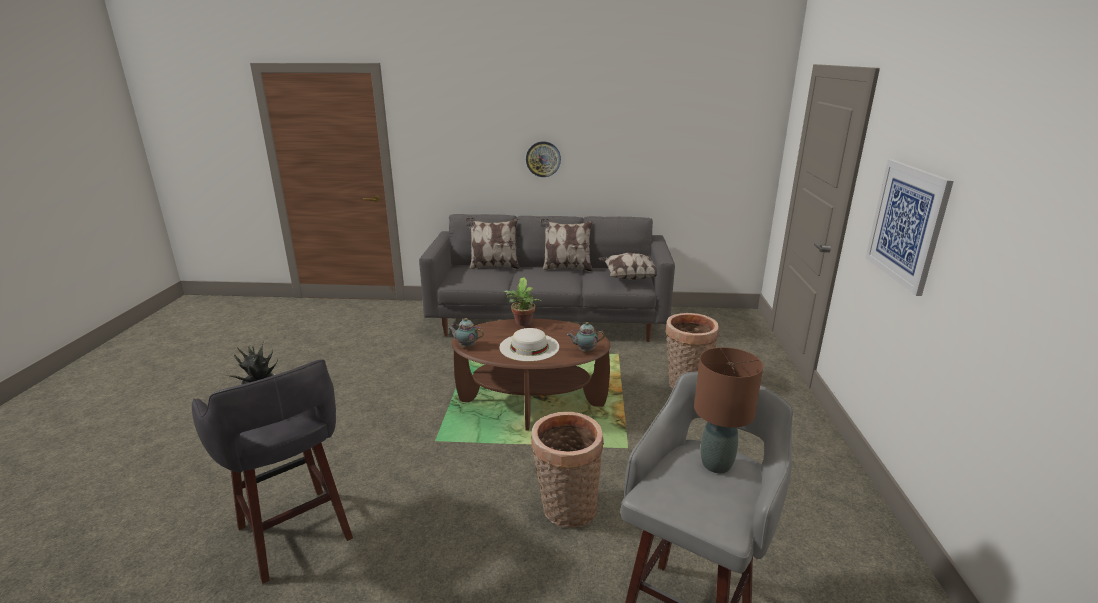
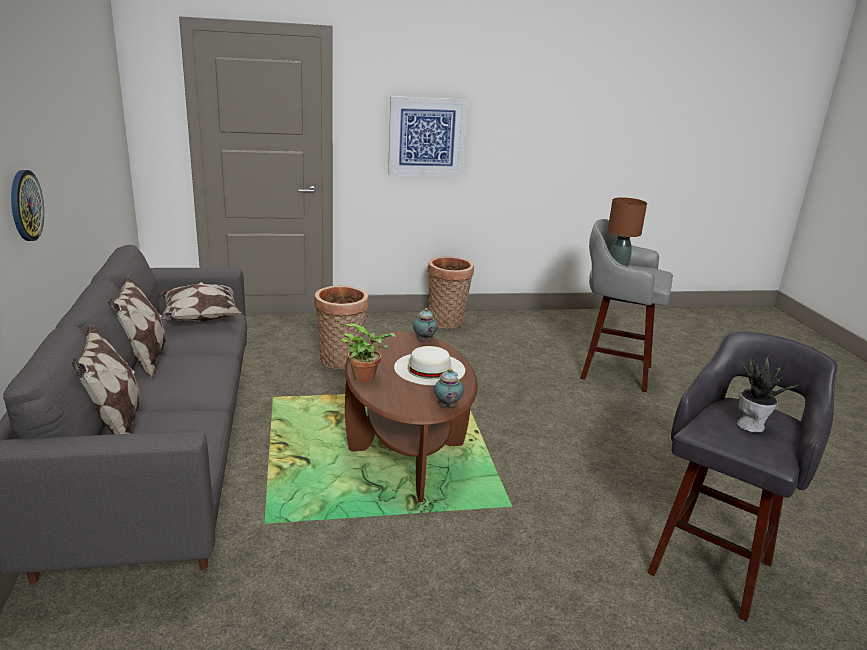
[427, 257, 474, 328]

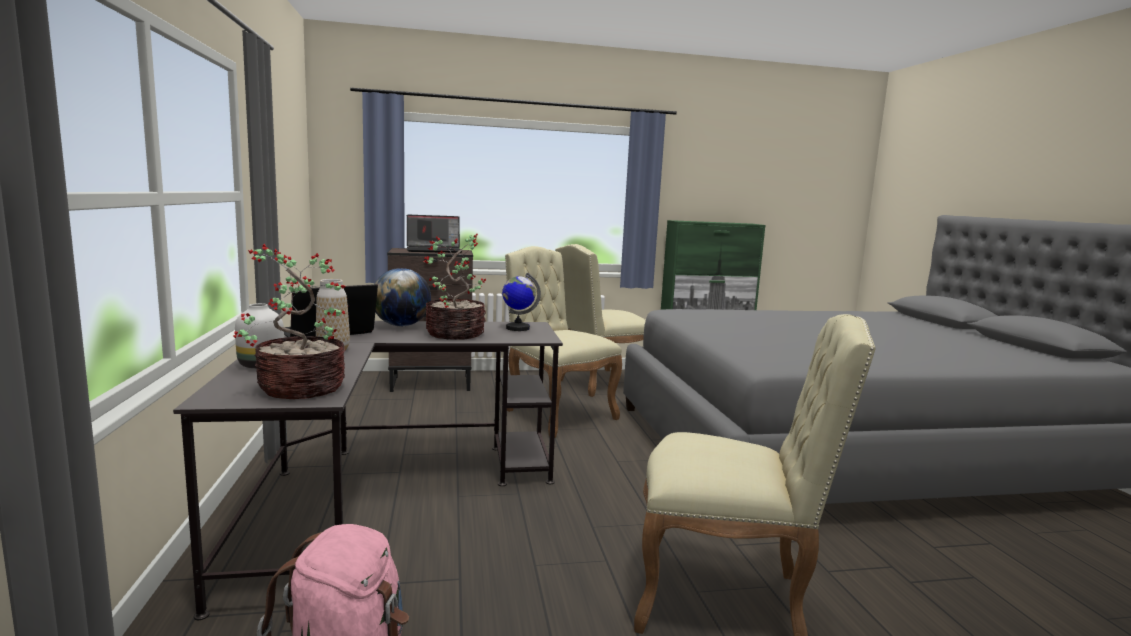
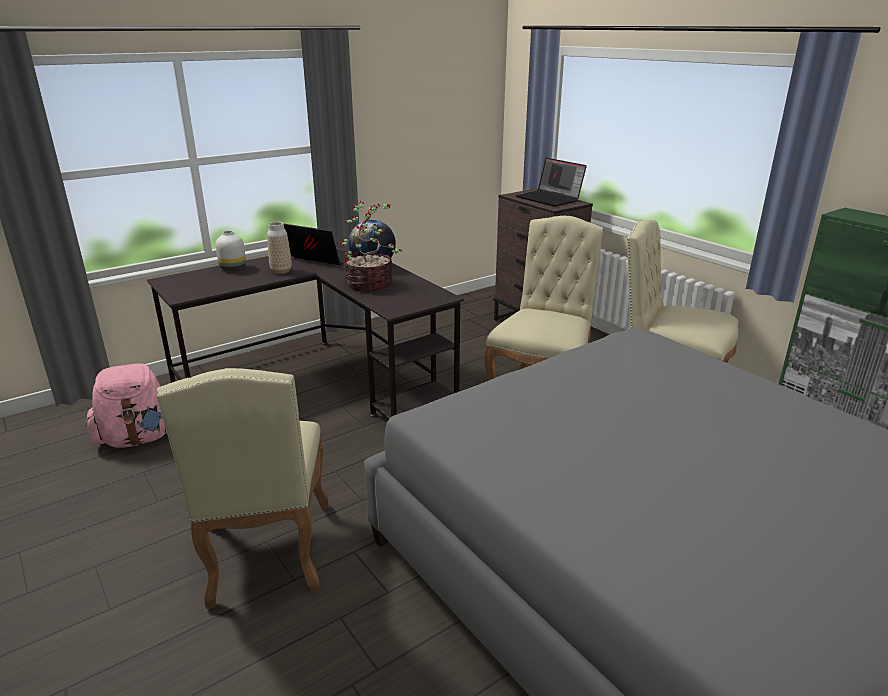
[233, 244, 346, 399] (first image)
[502, 273, 541, 331] (first image)

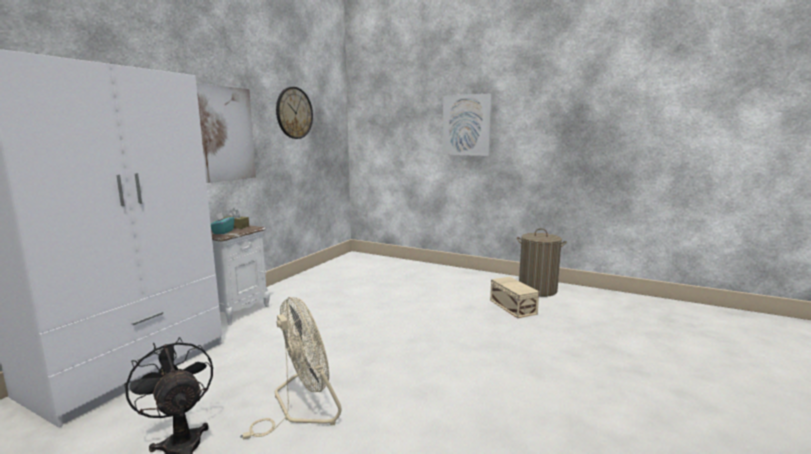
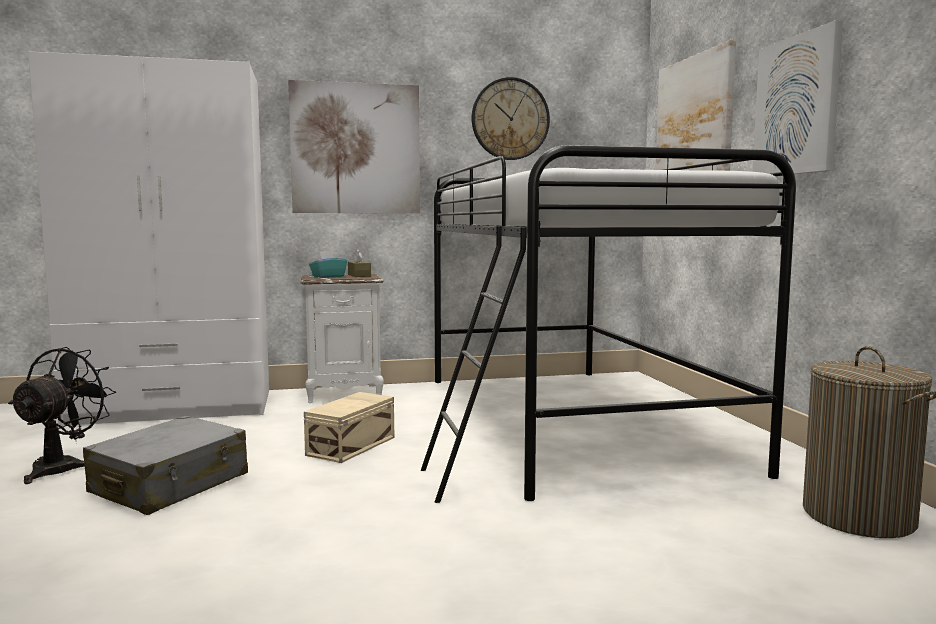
[83, 416, 248, 515]
[304, 392, 394, 463]
[421, 145, 796, 503]
[656, 40, 736, 171]

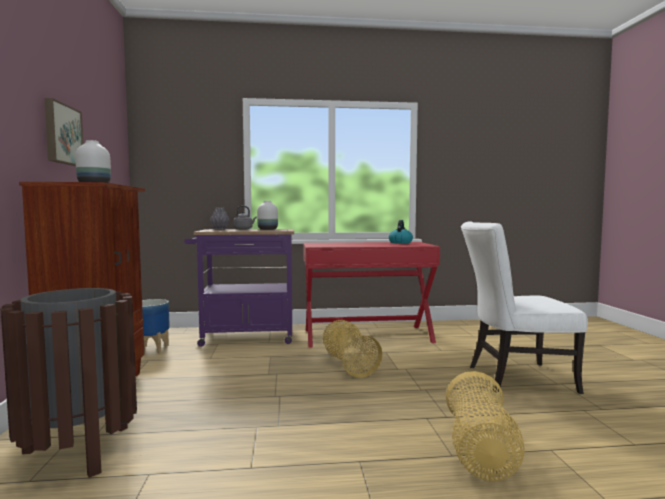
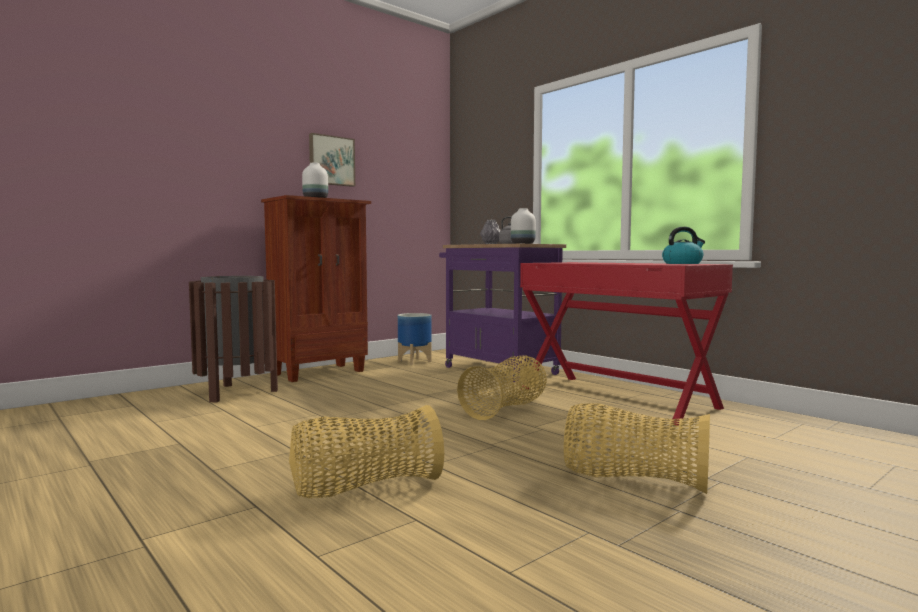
[564, 404, 710, 494]

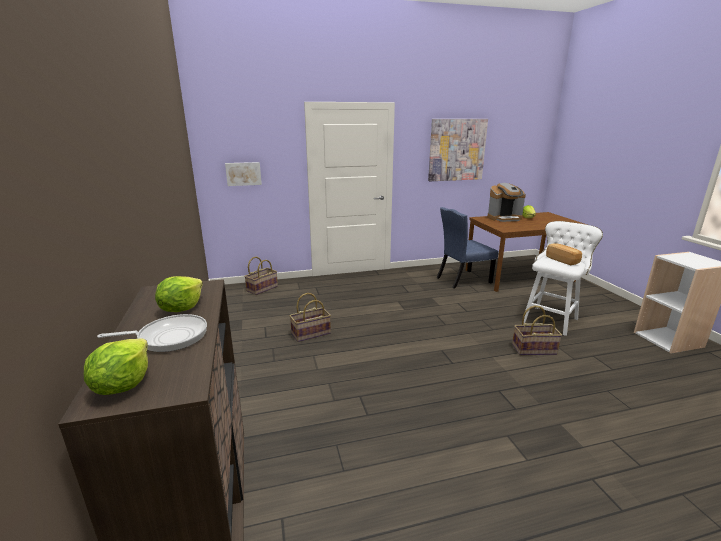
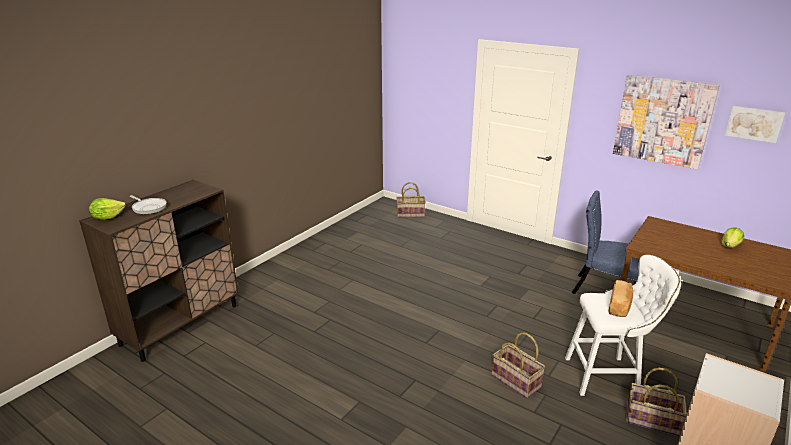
[626, 368, 687, 436]
[725, 106, 785, 143]
[155, 276, 203, 312] (first image)
[488, 183, 526, 222] (first image)

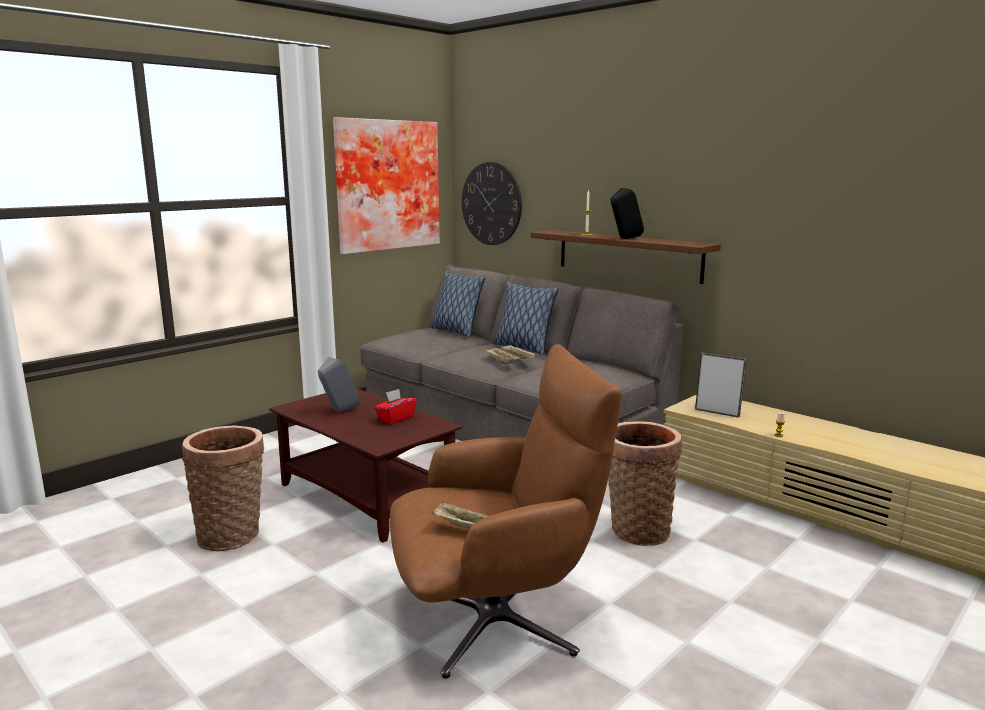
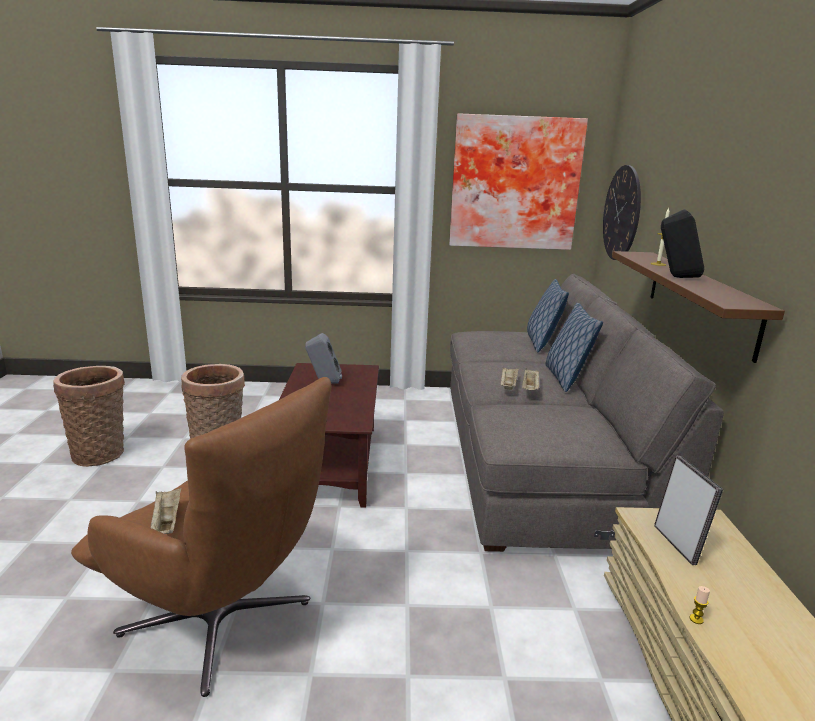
[53, 366, 125, 467]
[374, 389, 417, 424] (first image)

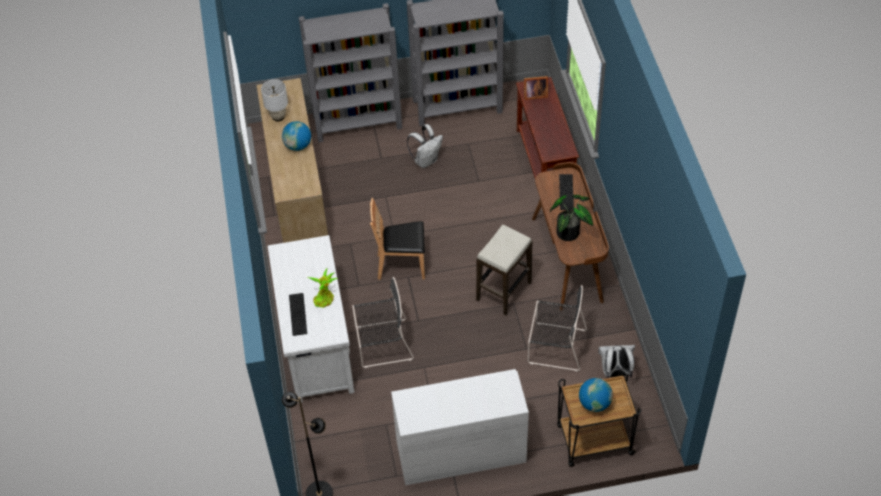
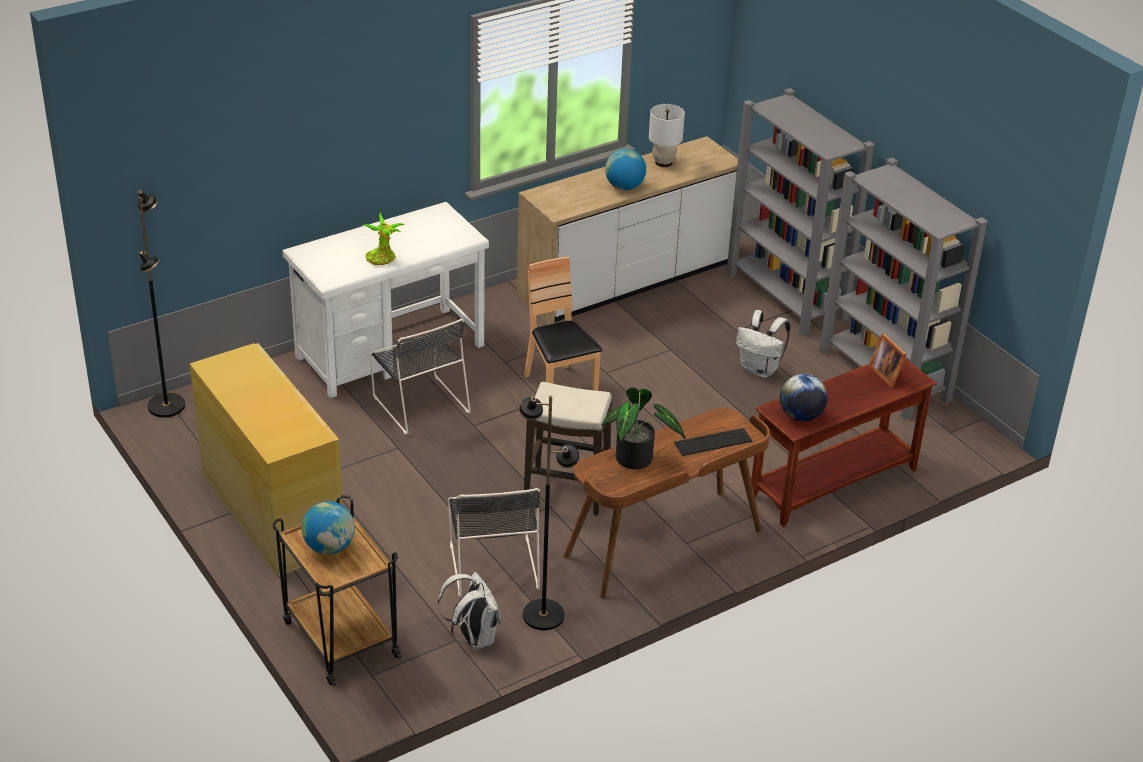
[190, 343, 343, 577]
[519, 395, 580, 630]
[780, 374, 828, 421]
[289, 293, 307, 336] (first image)

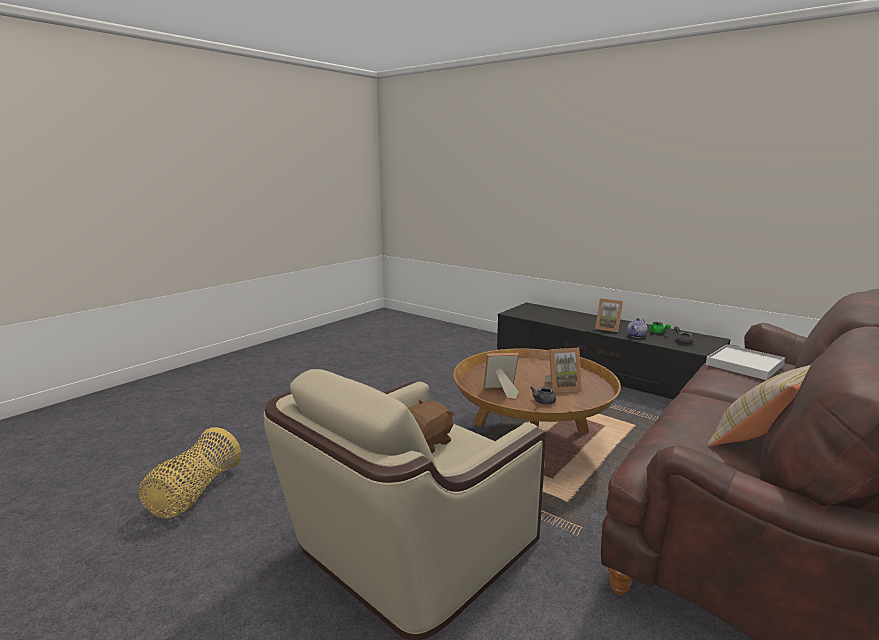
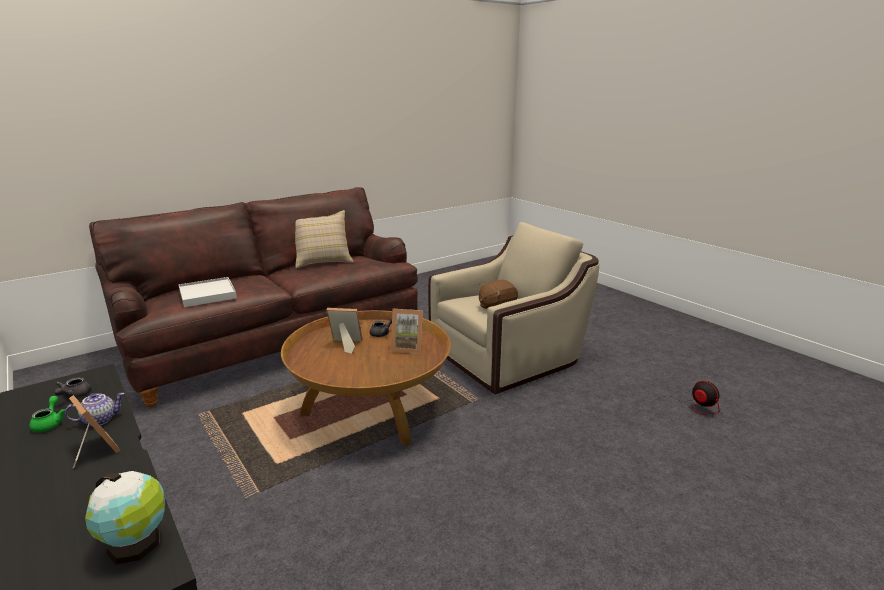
[85, 471, 165, 564]
[651, 381, 720, 420]

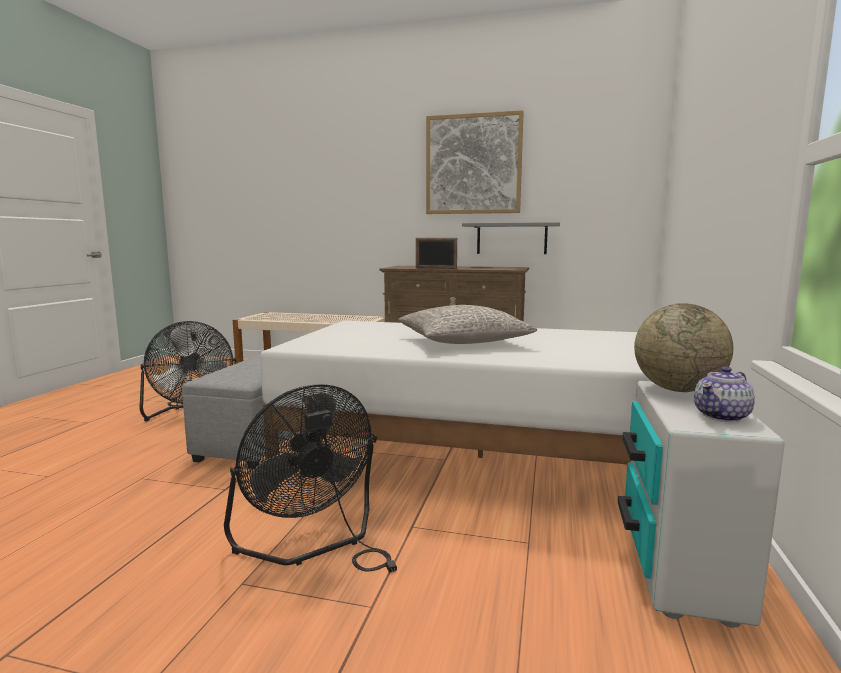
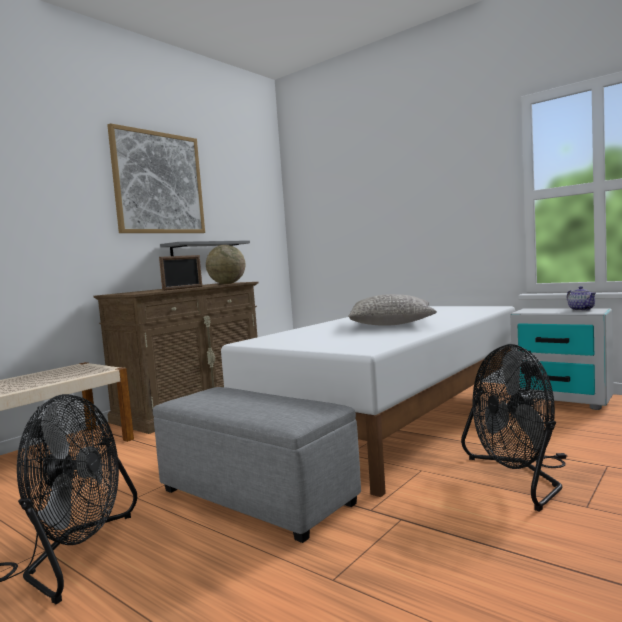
[206, 245, 245, 284]

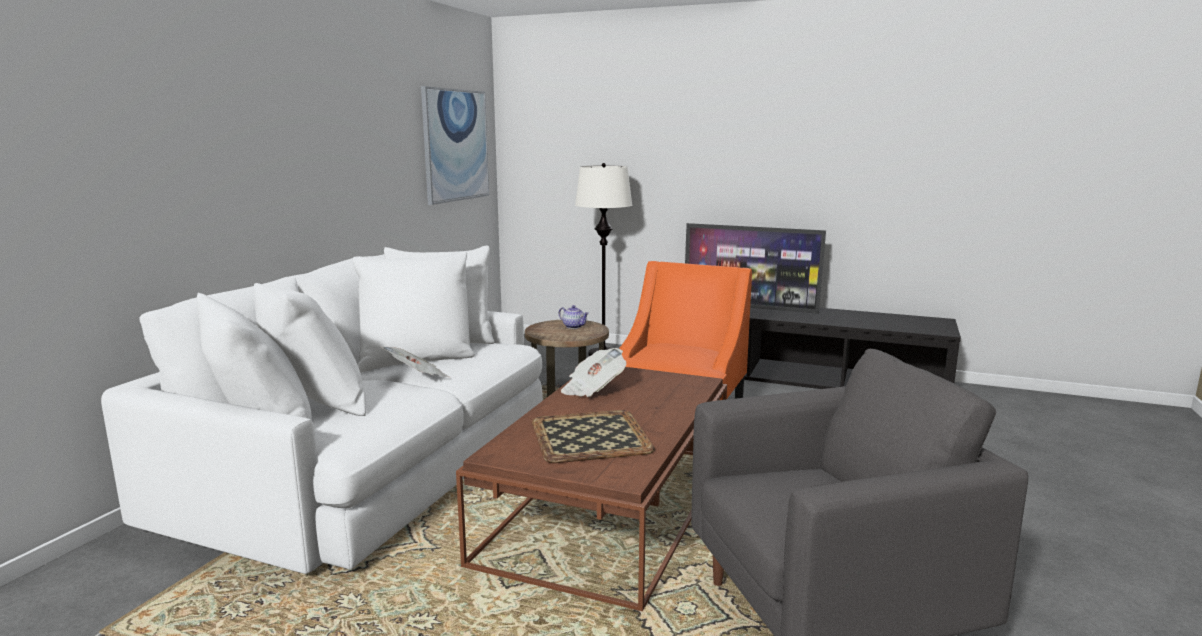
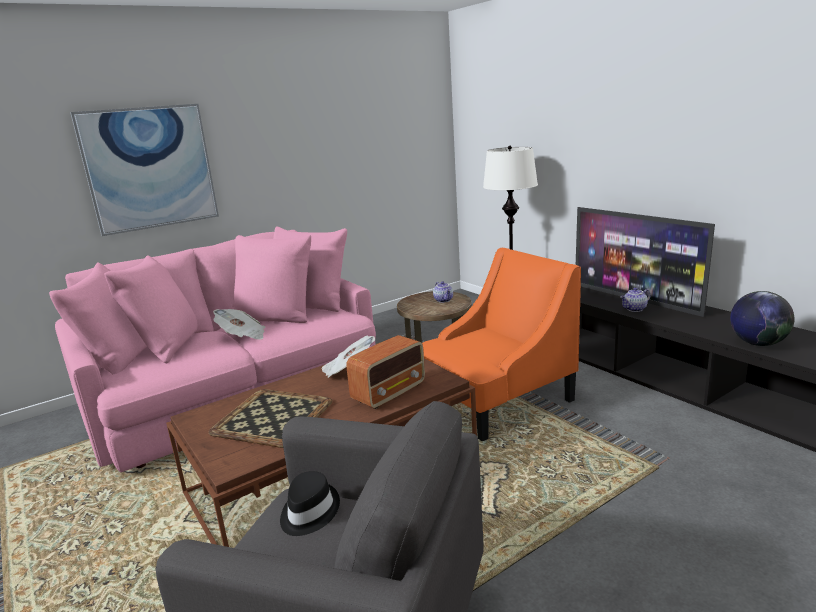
[49, 226, 376, 472]
[70, 104, 219, 236]
[280, 471, 340, 536]
[346, 335, 425, 409]
[620, 288, 651, 312]
[730, 291, 794, 346]

